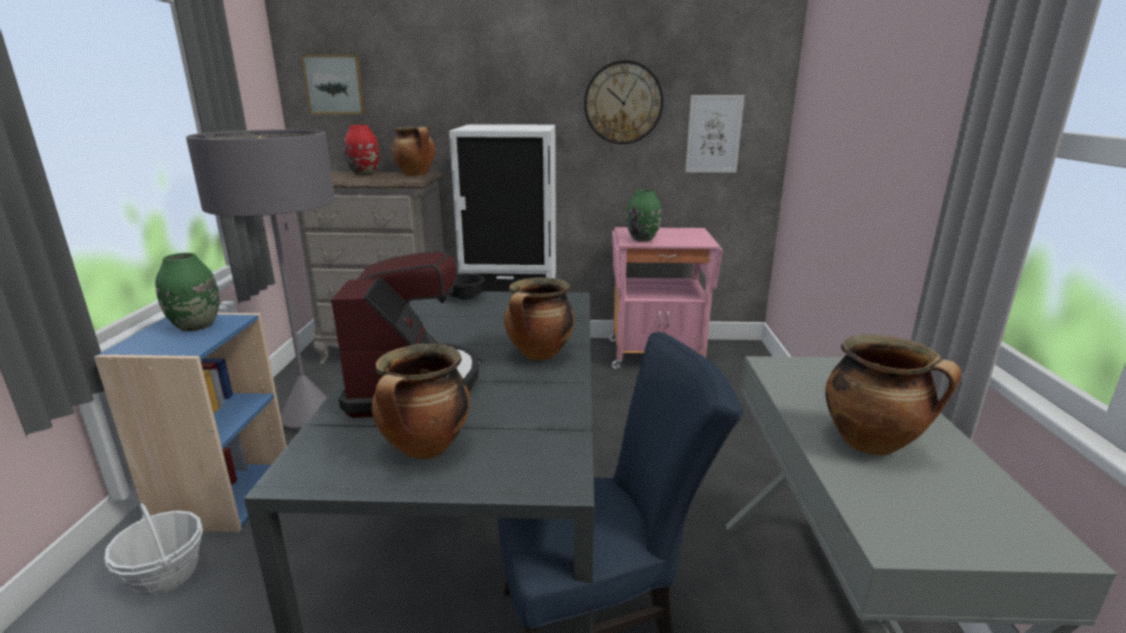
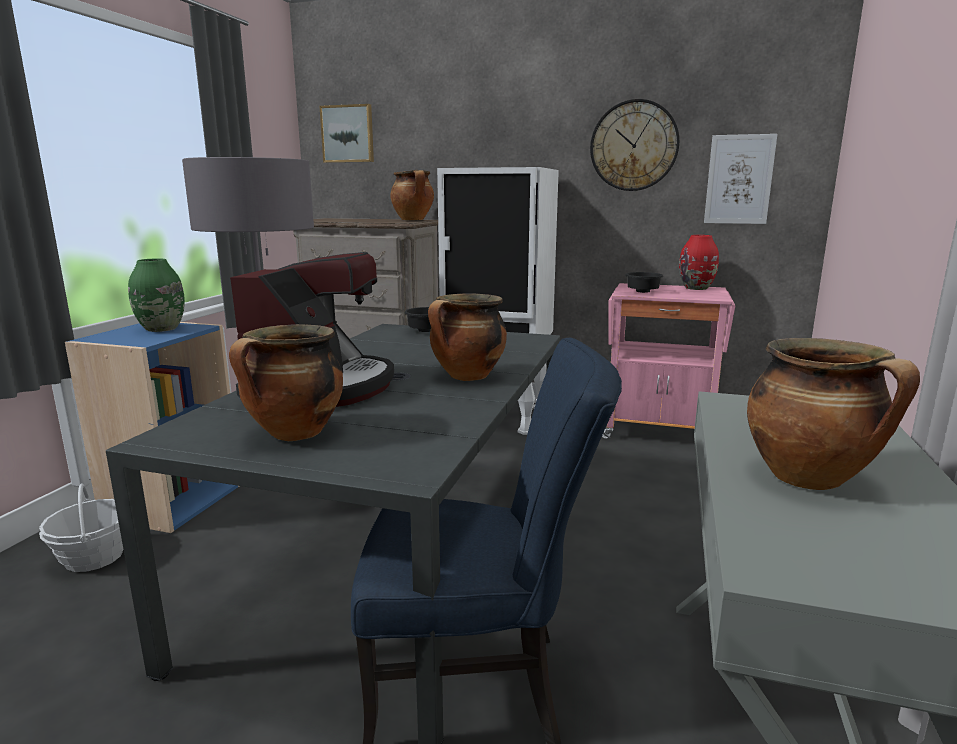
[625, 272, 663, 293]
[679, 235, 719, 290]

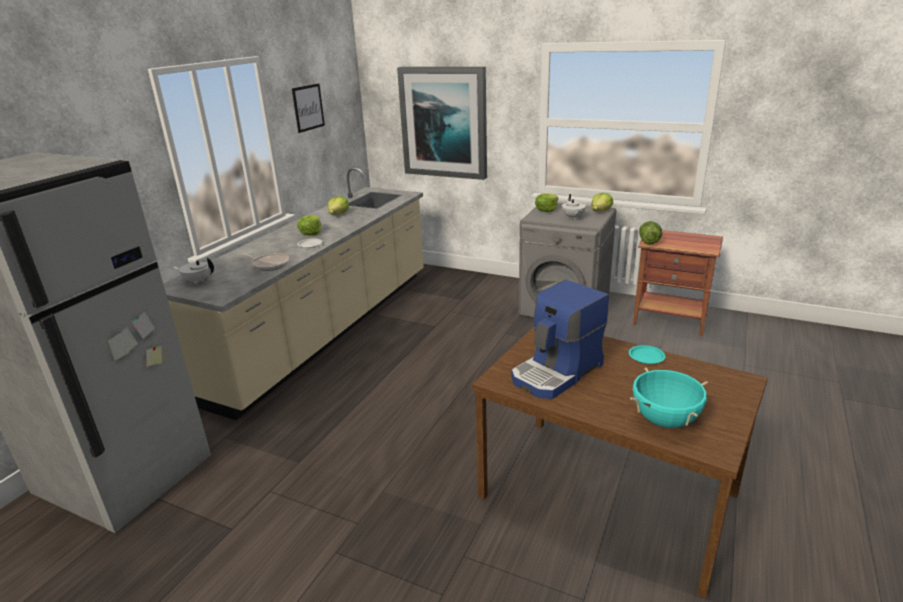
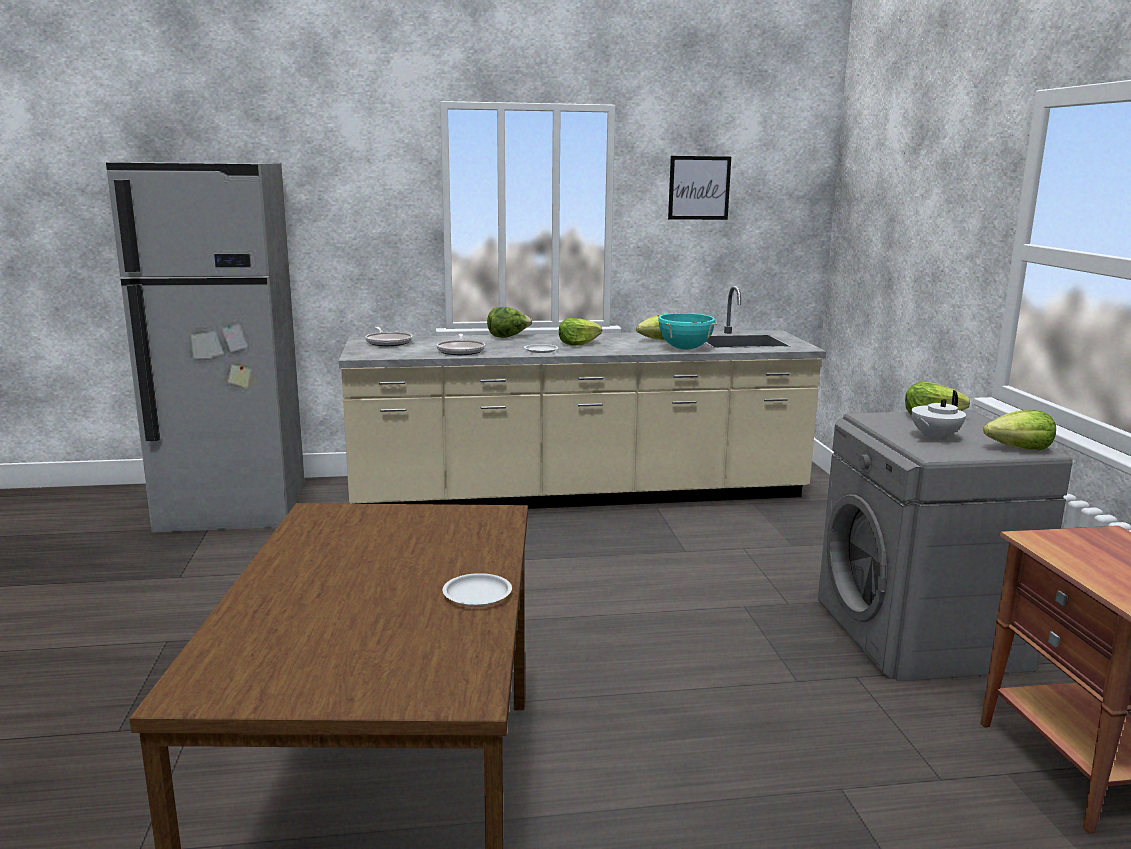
[365, 327, 412, 346]
[443, 573, 512, 606]
[487, 307, 532, 338]
[657, 313, 717, 350]
[397, 67, 487, 180] (first image)
[511, 280, 609, 399] (first image)

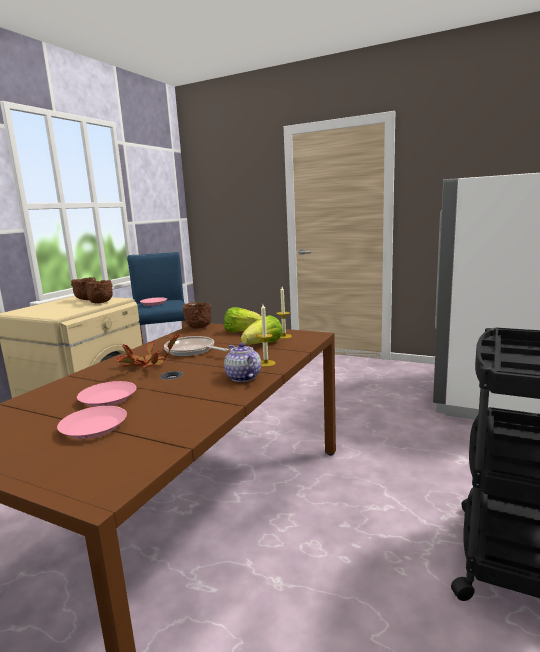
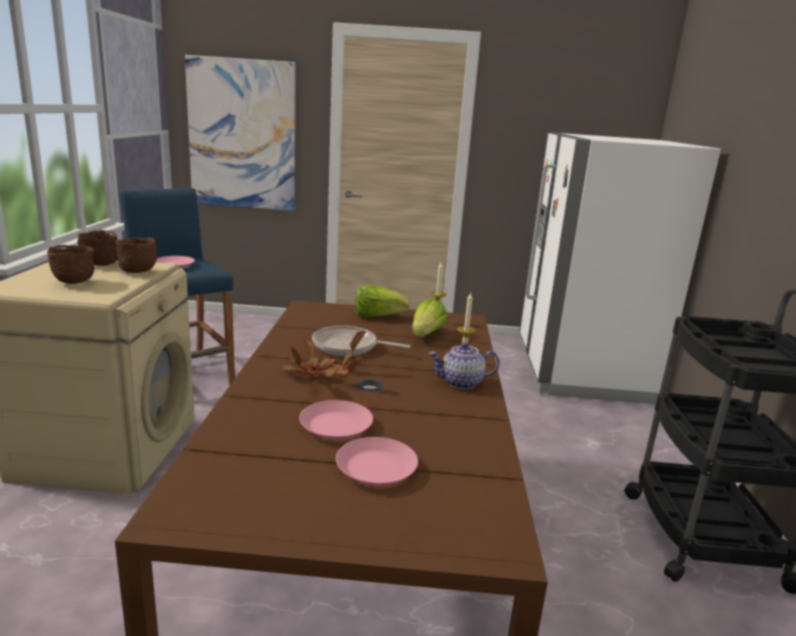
[47, 245, 95, 284]
[185, 55, 296, 211]
[428, 342, 500, 389]

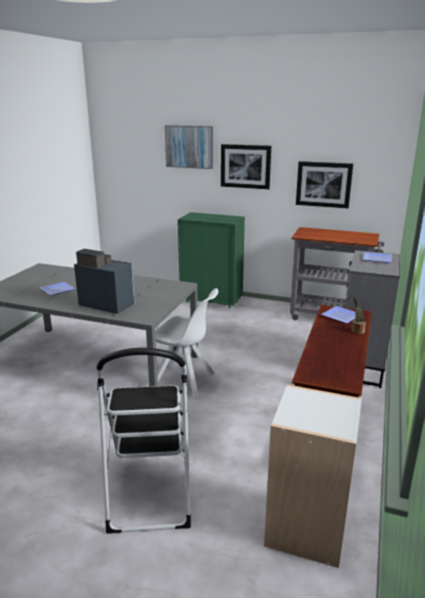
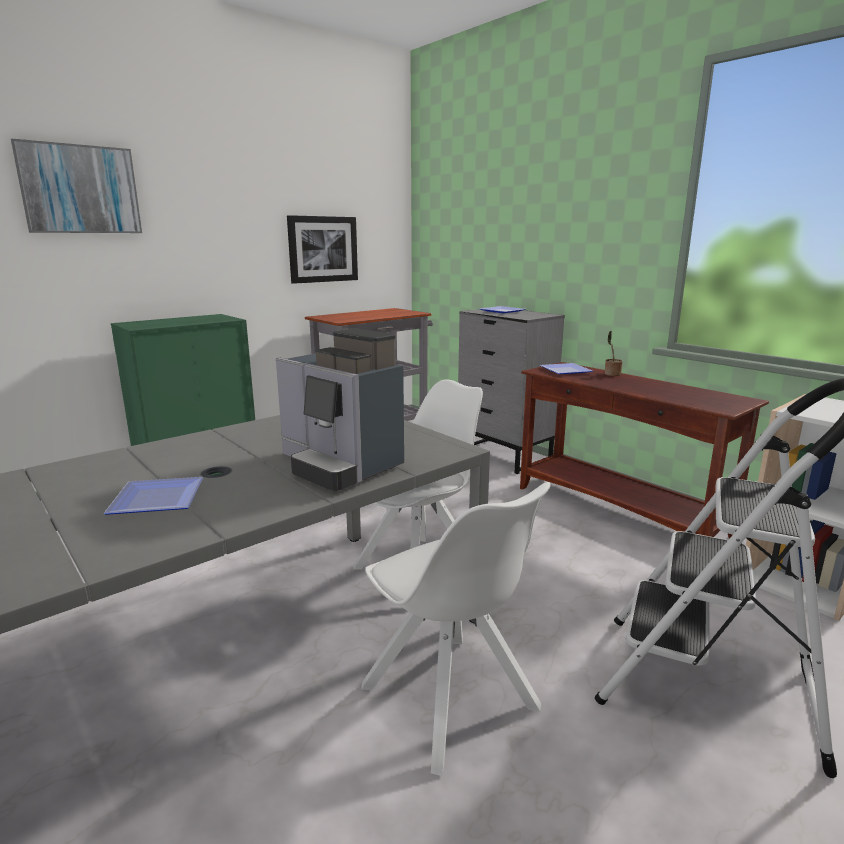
[276, 328, 404, 491]
[361, 482, 551, 776]
[221, 144, 271, 189] (first image)

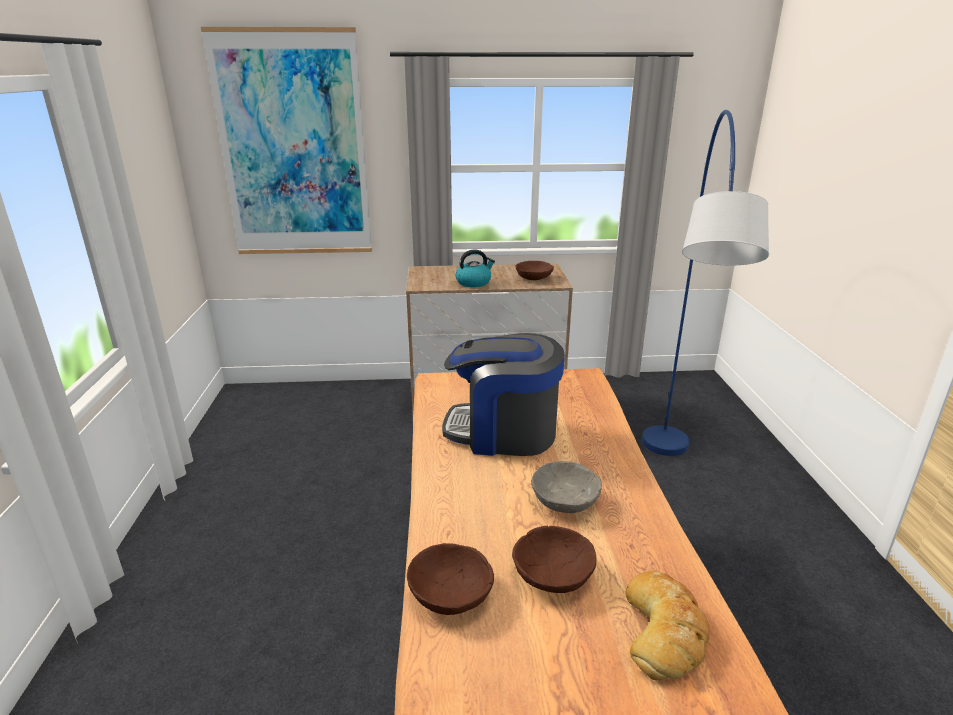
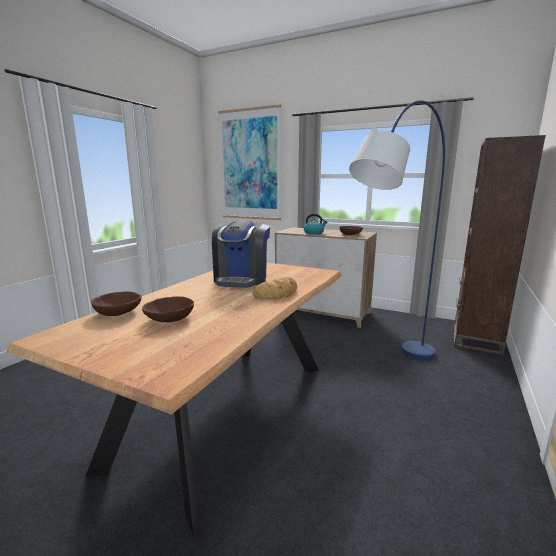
[212, 220, 270, 288]
[253, 275, 297, 299]
[454, 135, 546, 355]
[531, 461, 602, 513] (first image)

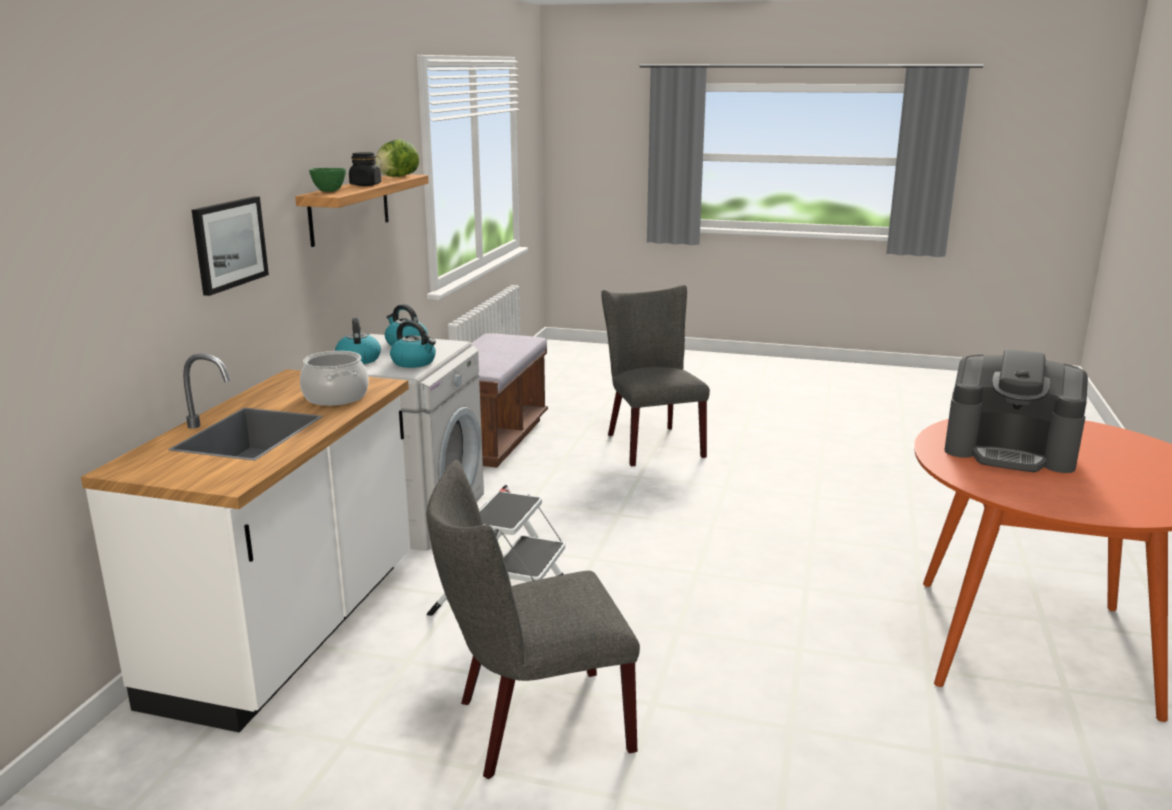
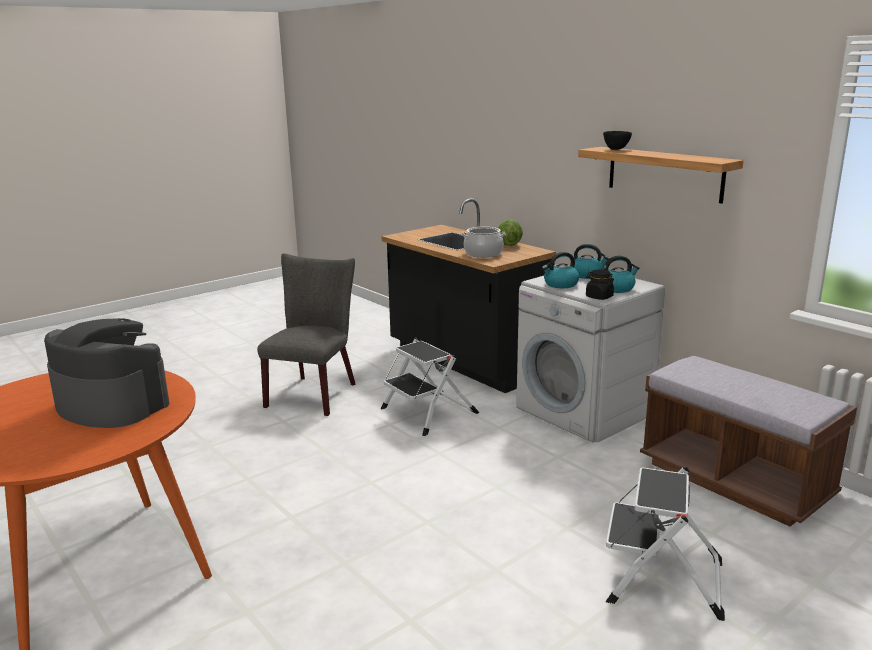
[44, 318, 170, 428]
[381, 198, 556, 393]
[498, 219, 523, 246]
[586, 270, 614, 300]
[603, 131, 632, 150]
[606, 466, 725, 621]
[192, 196, 269, 296] (first image)

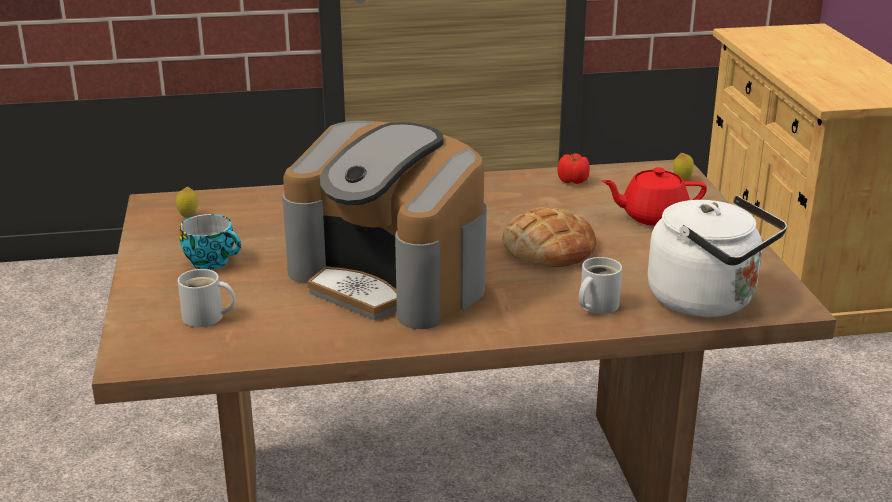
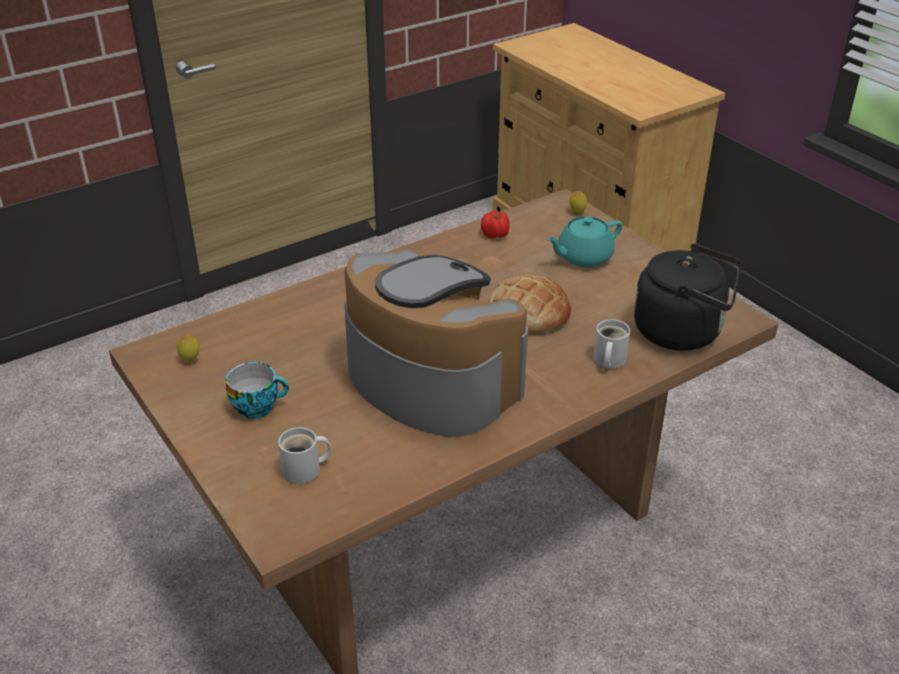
[344, 249, 528, 437]
[546, 216, 622, 267]
[634, 243, 742, 351]

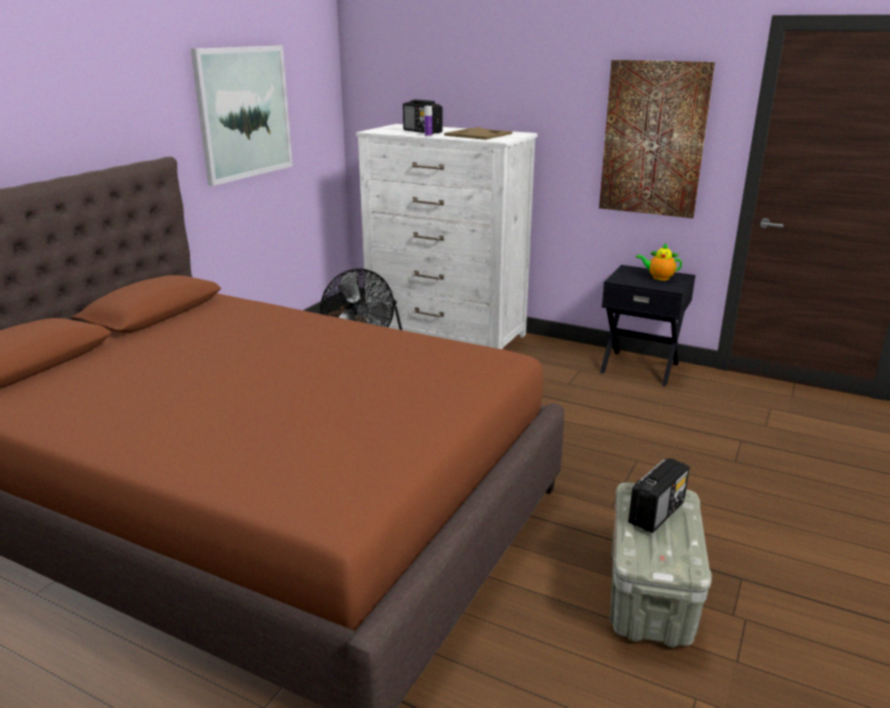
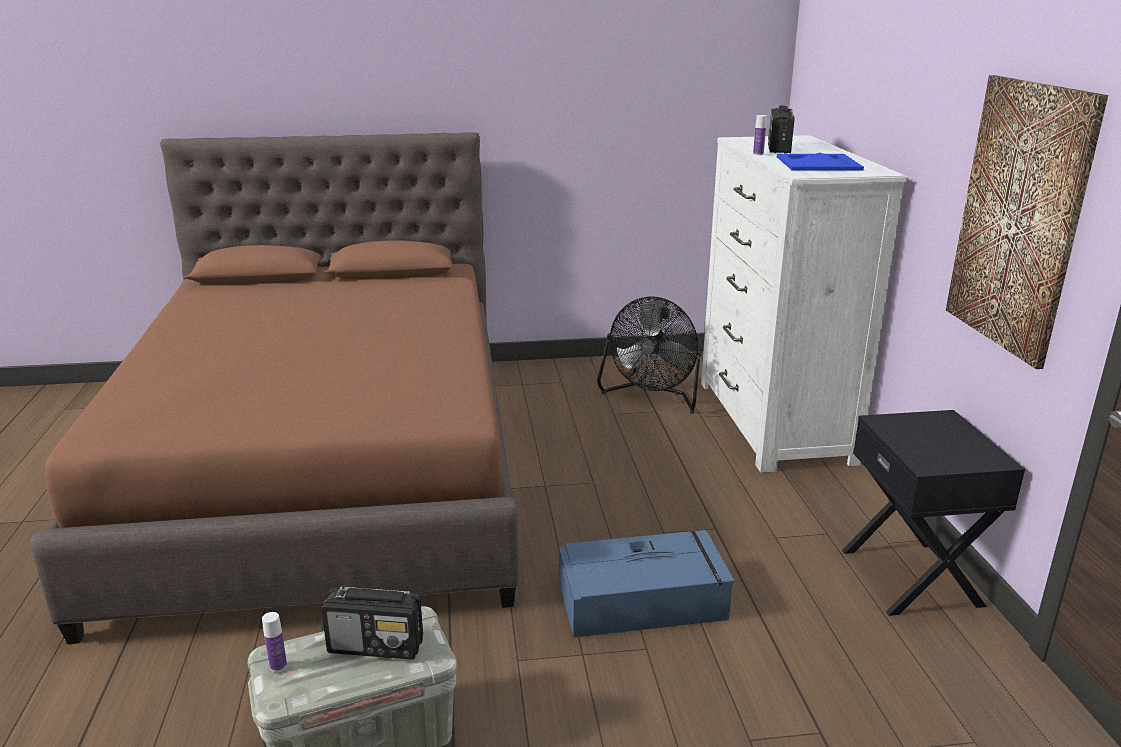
[262, 612, 287, 672]
[559, 530, 734, 638]
[777, 153, 864, 171]
[191, 46, 293, 186] (first image)
[636, 243, 682, 281] (first image)

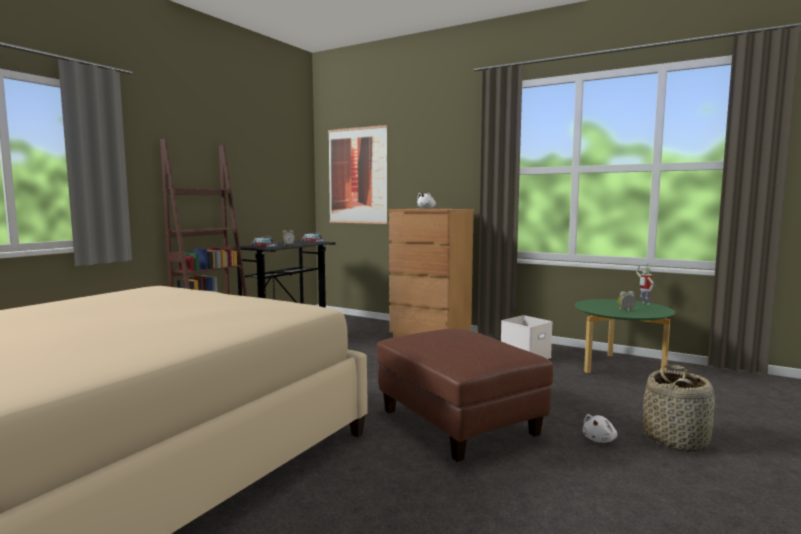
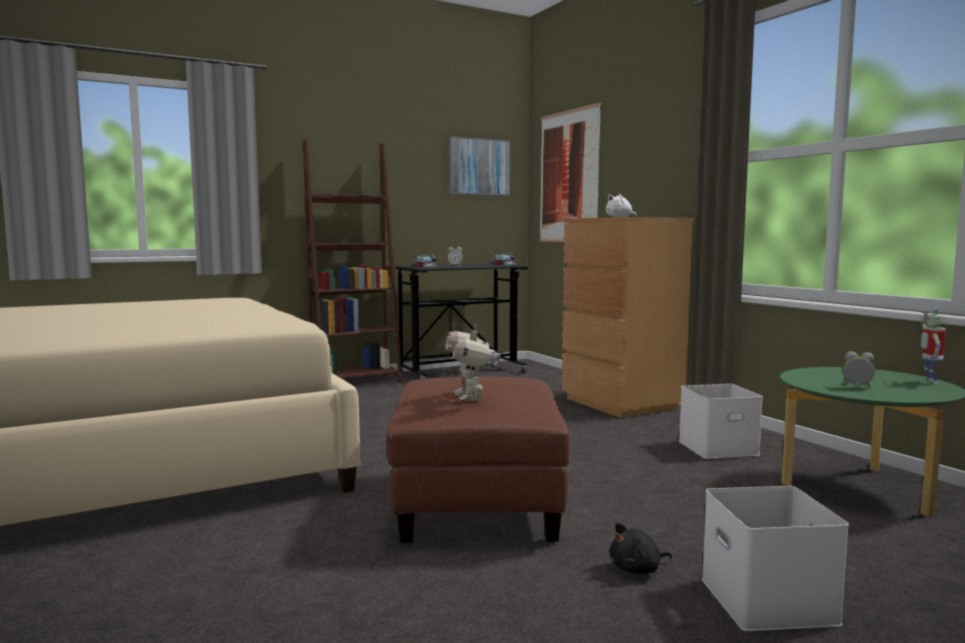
[445, 323, 501, 401]
[448, 136, 511, 196]
[610, 523, 672, 574]
[702, 486, 849, 631]

